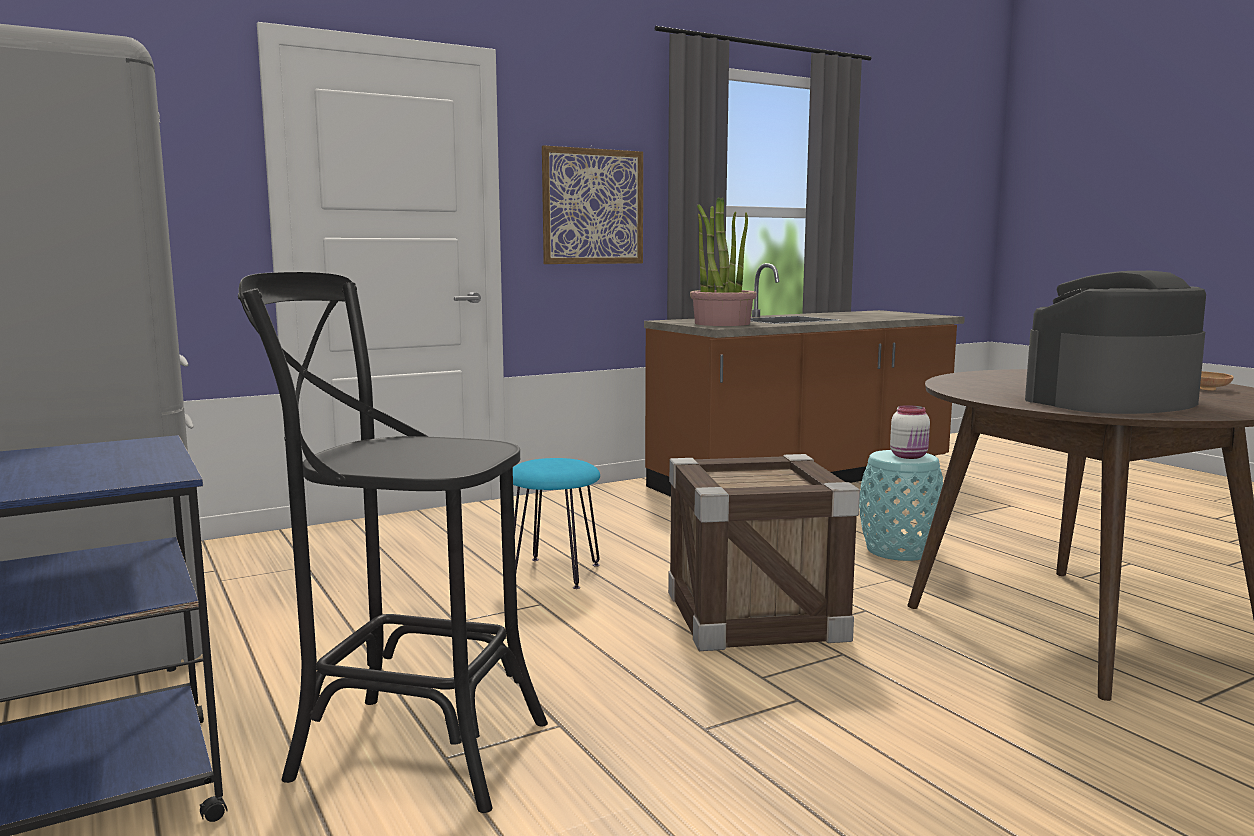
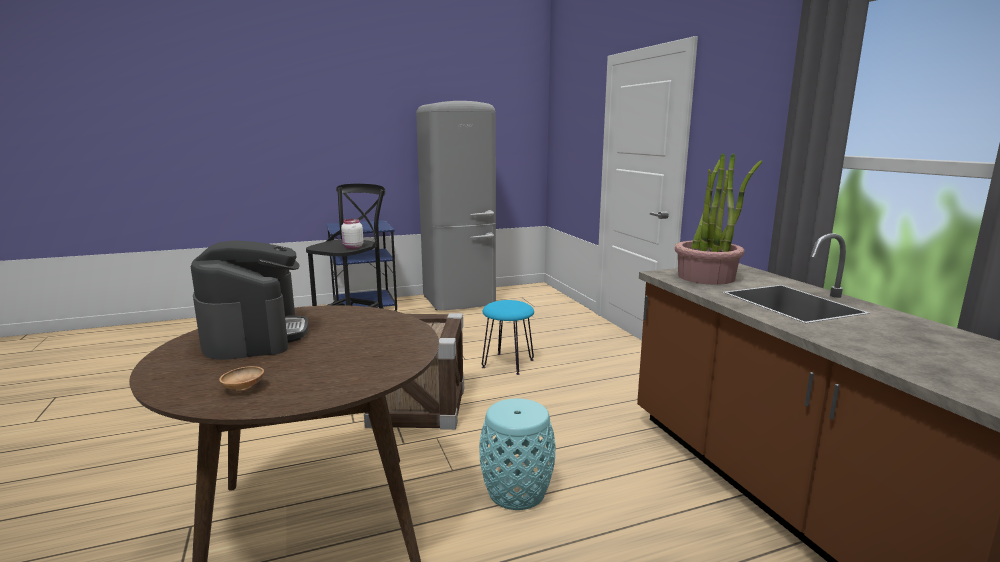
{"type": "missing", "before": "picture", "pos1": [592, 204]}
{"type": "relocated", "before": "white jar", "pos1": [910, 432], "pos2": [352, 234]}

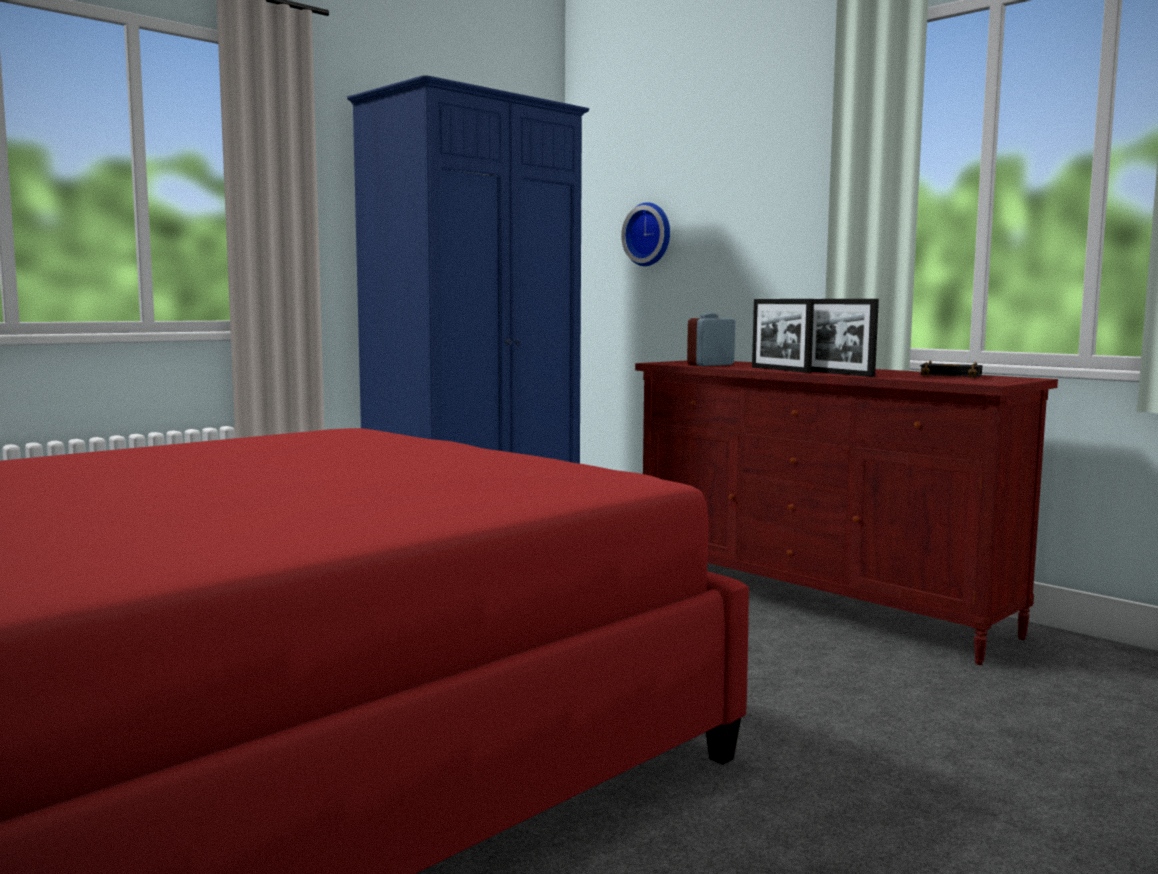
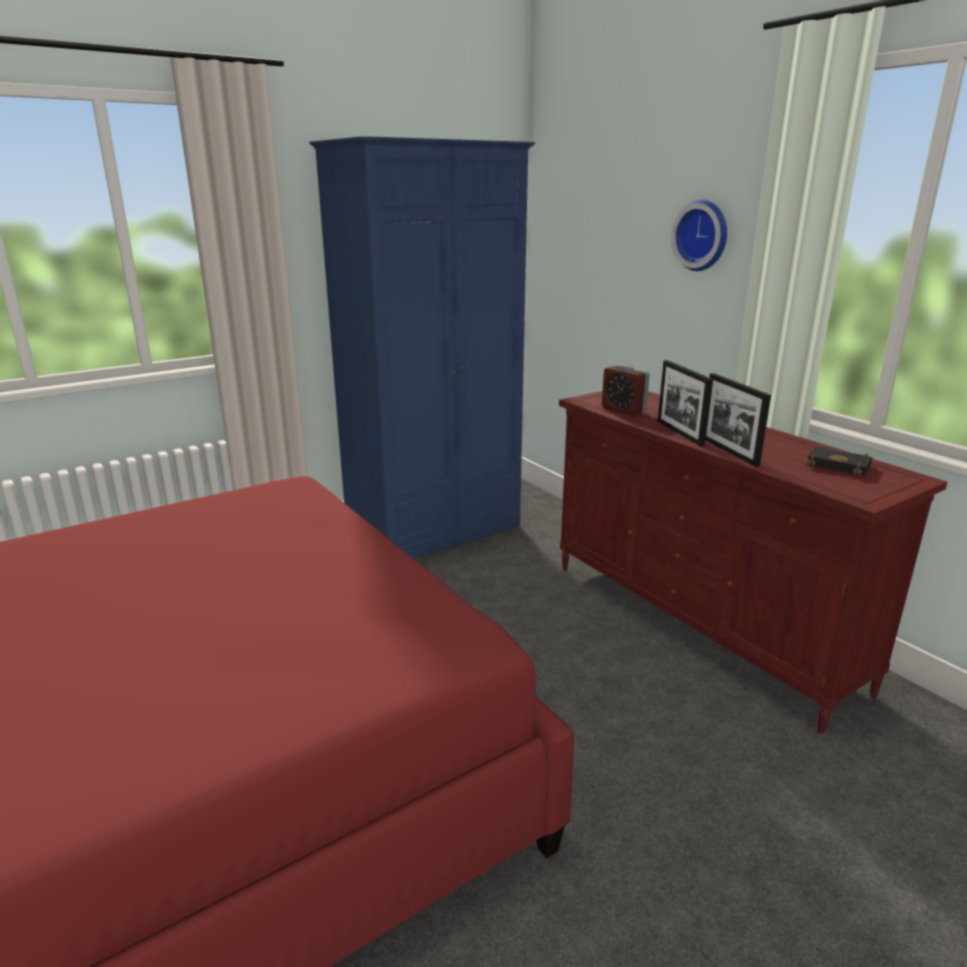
{"type": "relocated", "before": "wall clock", "pos1": [645, 234], "pos2": [699, 235]}
{"type": "spun", "before": "alarm clock", "pos1": [711, 339], "pos2": [626, 390], "turn": -105}

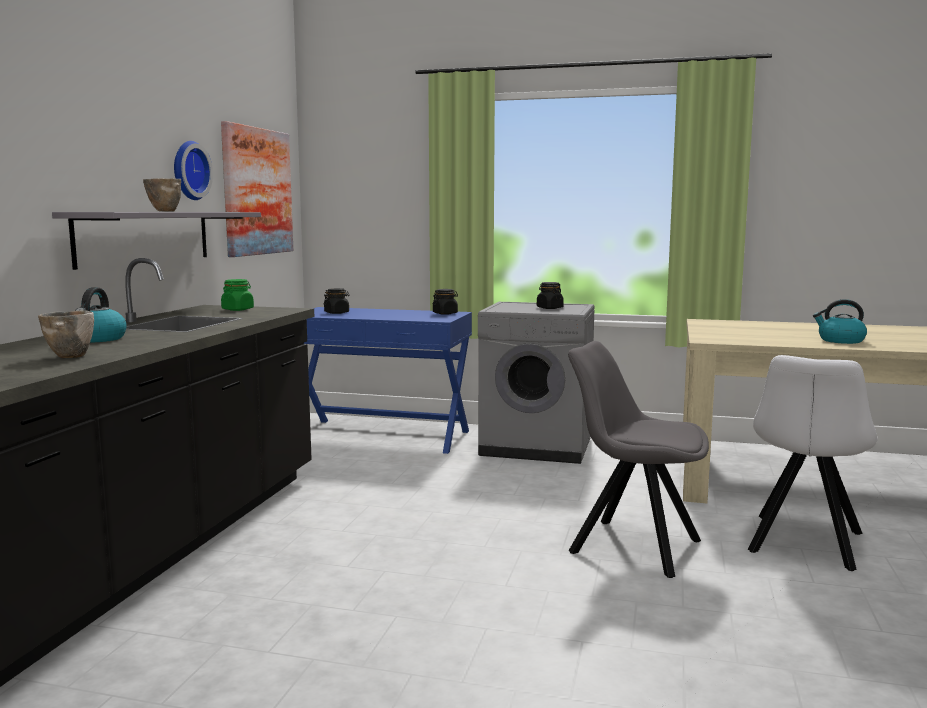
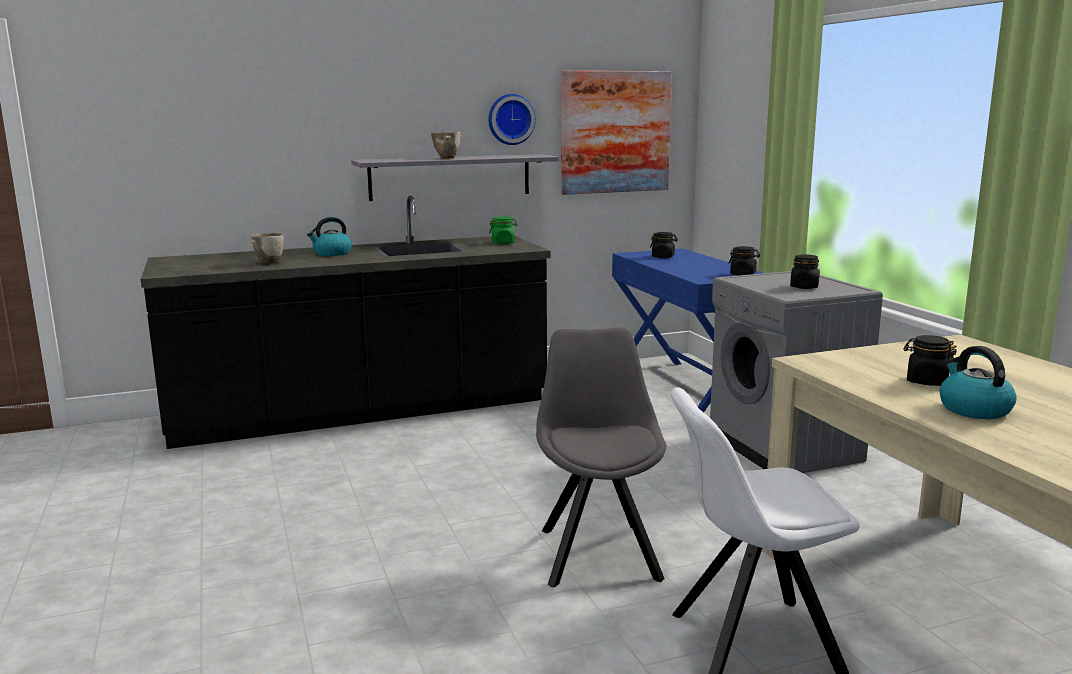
{"type": "appeared", "after": "black jar", "pos2": [930, 360]}

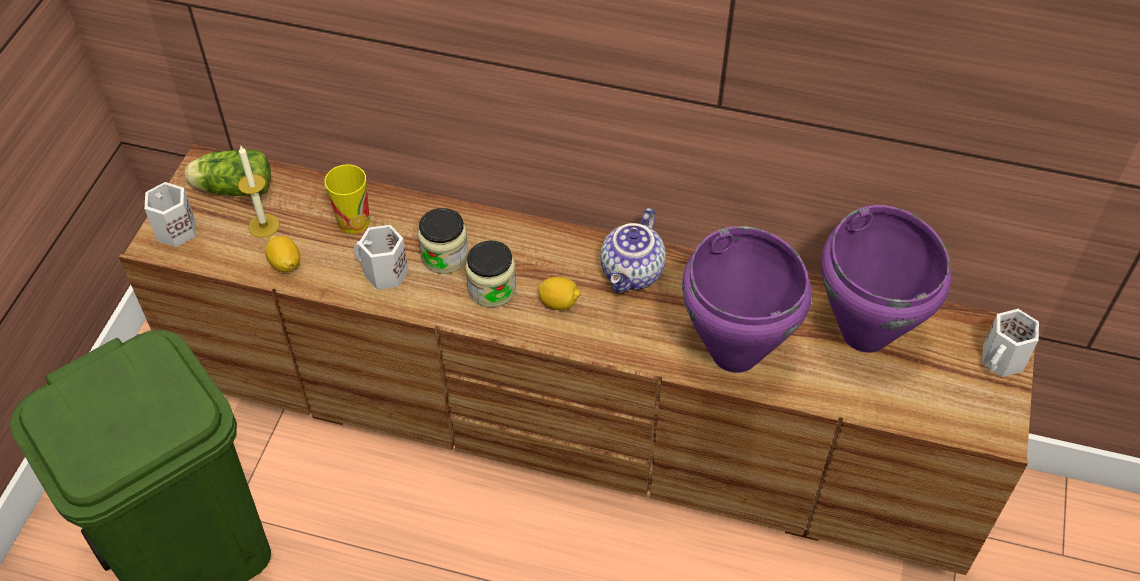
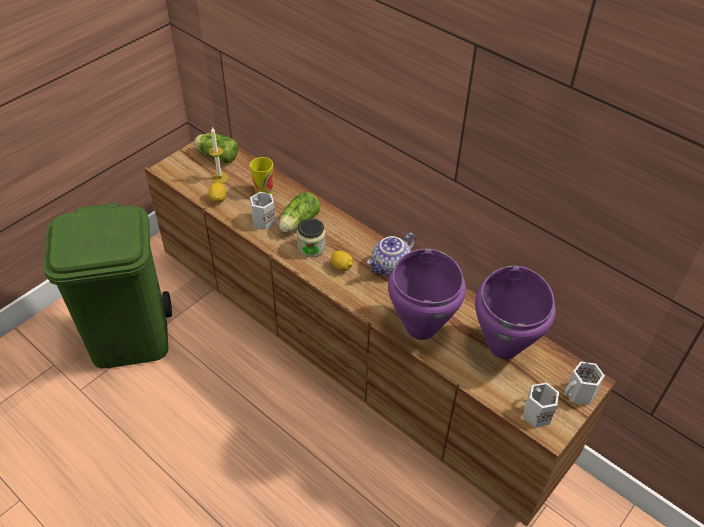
{"type": "relocated", "before": "white mug", "pos1": [170, 214], "pos2": [541, 404]}
{"type": "exchanged", "before": "jar", "after": "lettuce", "pos1": [443, 241], "pos2": [299, 212]}

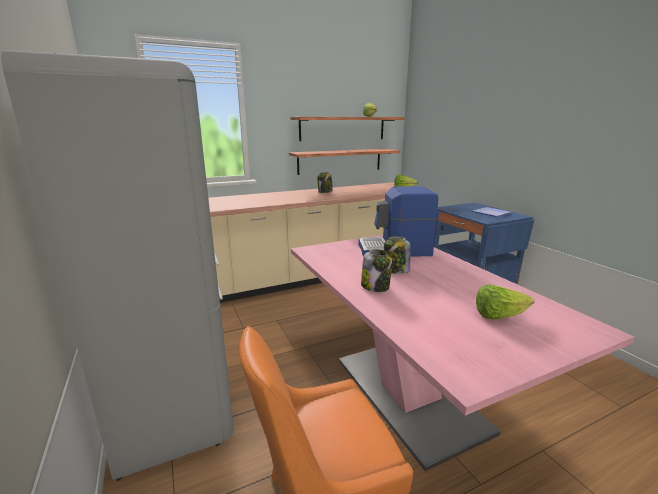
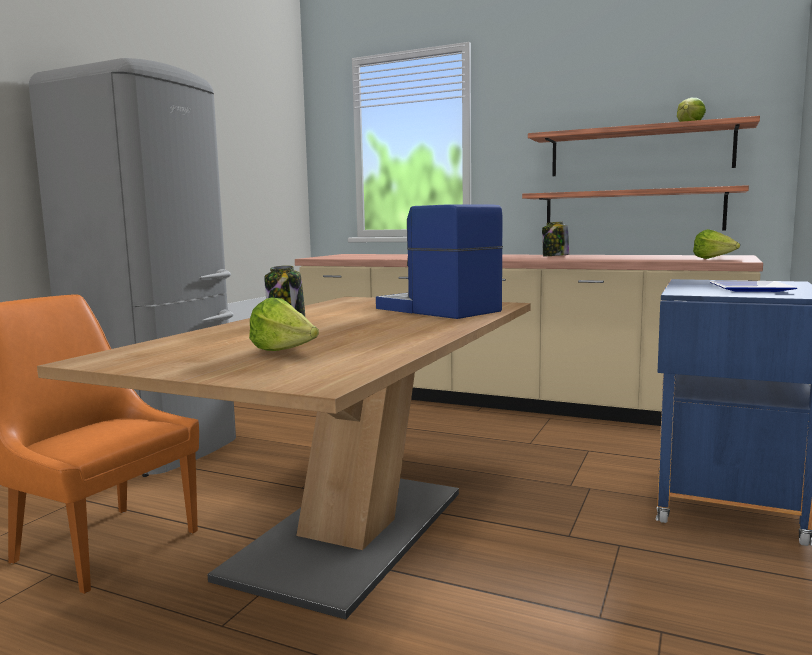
{"type": "missing", "before": "jar", "pos1": [397, 255]}
{"type": "colour", "before": "pink dining table", "after": "brown dining table", "pos1": [463, 353], "pos2": [284, 458]}

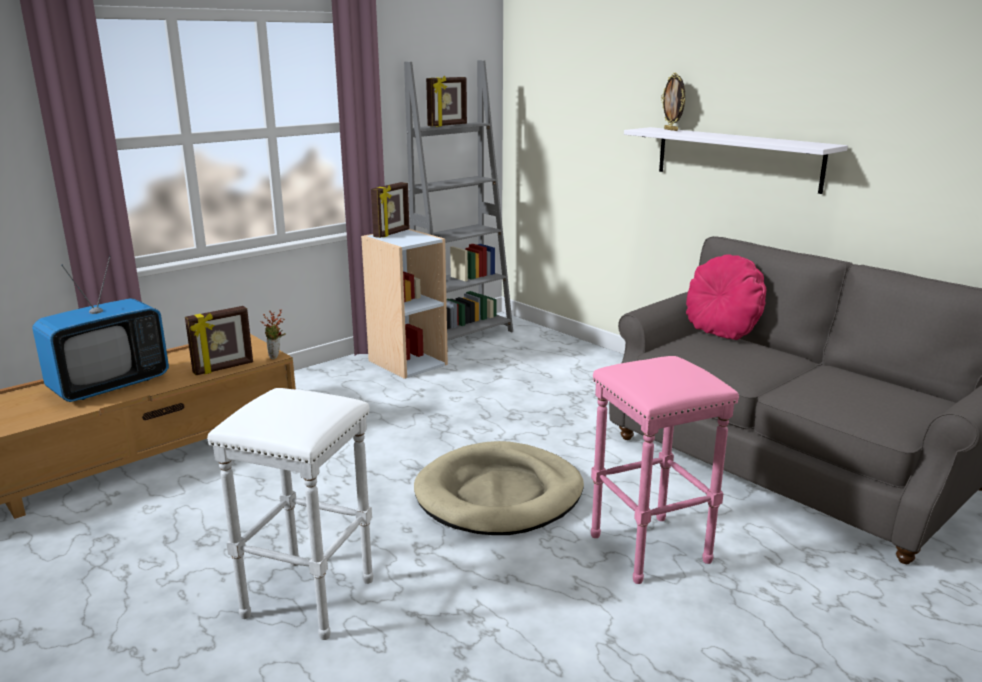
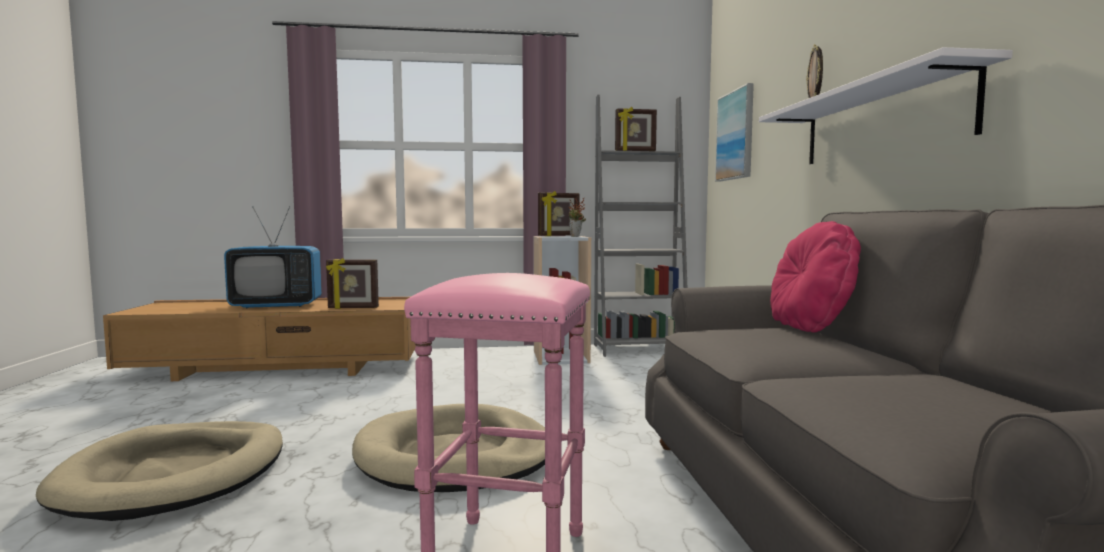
{"type": "appeared", "after": "picture", "pos2": [734, 132]}
{"type": "relocated", "before": "potted plant", "pos1": [273, 334], "pos2": [577, 217]}
{"type": "exchanged", "before": "white stool", "after": "beige dog bed", "pos1": [290, 514], "pos2": [159, 471]}

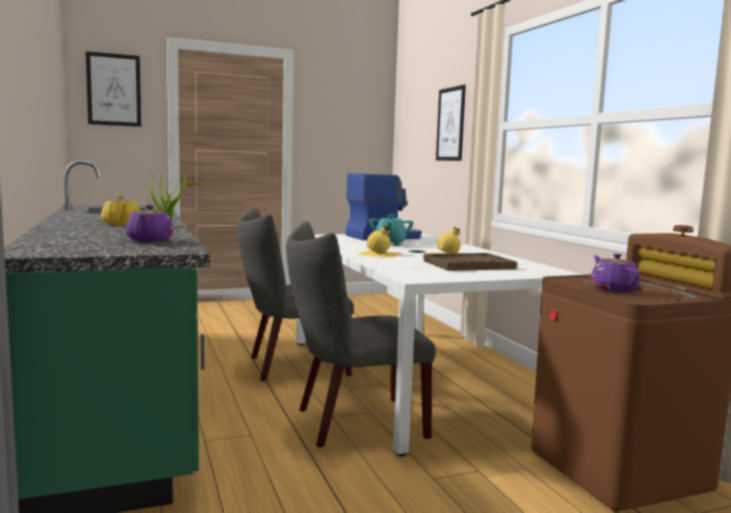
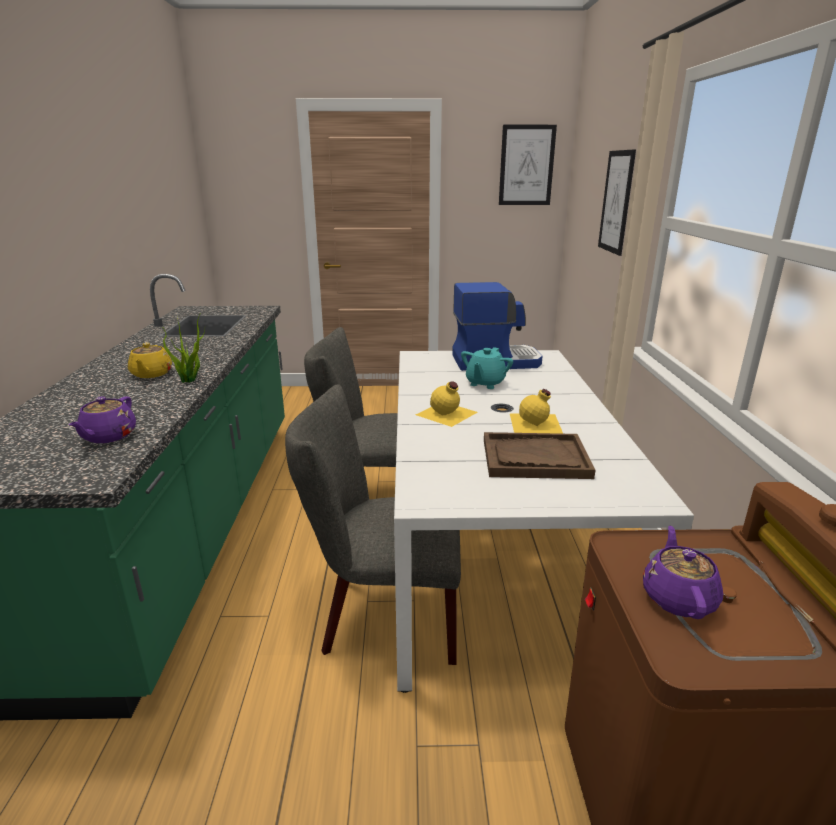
{"type": "relocated", "before": "picture", "pos1": [113, 89], "pos2": [528, 165]}

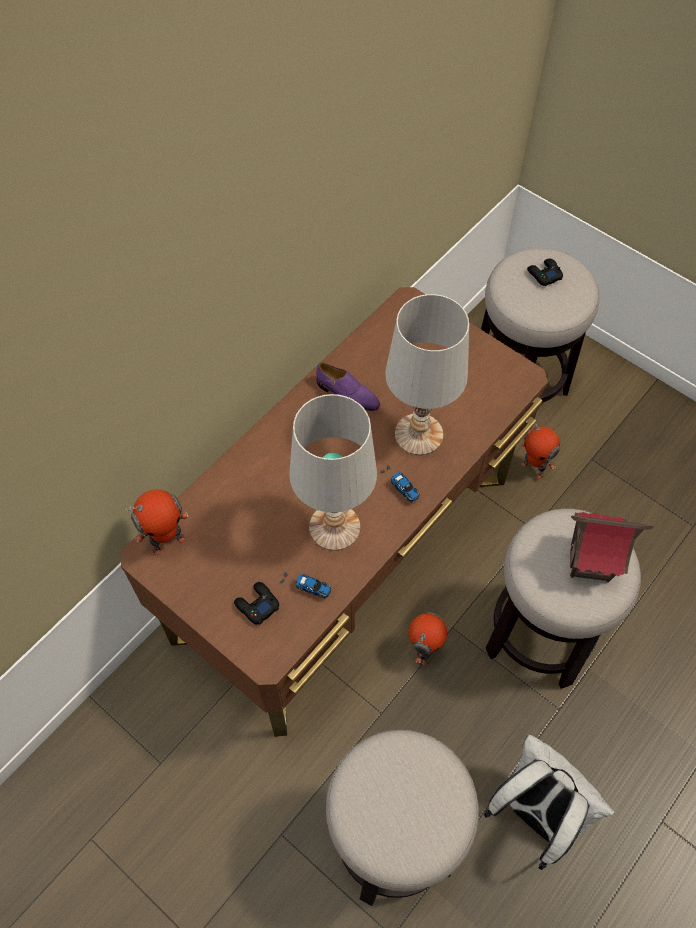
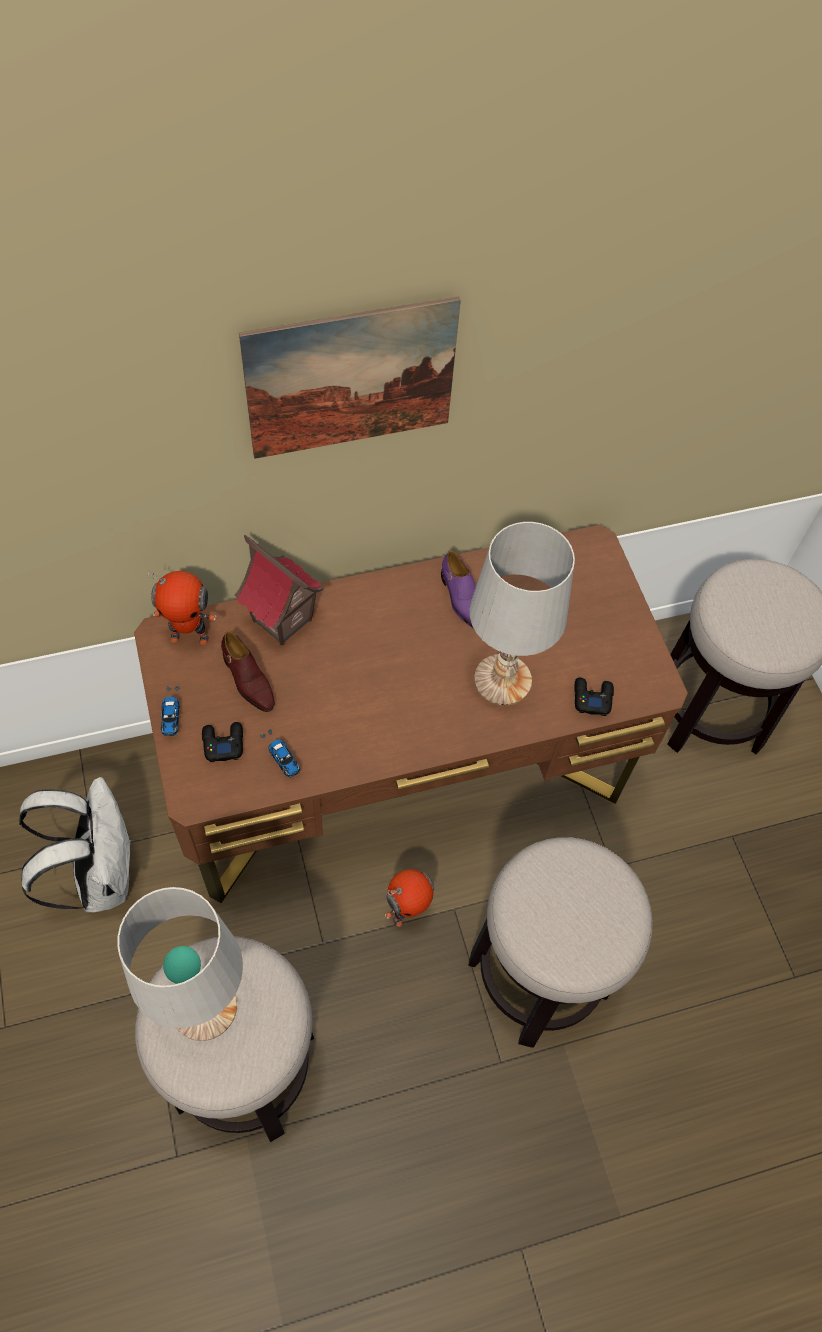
{"type": "missing", "before": "toy robot", "pos1": [540, 448]}
{"type": "appeared", "after": "brown shoe", "pos2": [248, 671]}
{"type": "appeared", "after": "picture", "pos2": [350, 377]}
{"type": "relocated", "before": "white table lamp", "pos1": [333, 472], "pos2": [180, 964]}
{"type": "relocated", "before": "toy car", "pos1": [400, 483], "pos2": [169, 711]}
{"type": "relocated", "before": "white backpack", "pos1": [549, 802], "pos2": [75, 844]}
{"type": "relocated", "before": "black game controller", "pos1": [545, 272], "pos2": [594, 697]}
{"type": "relocated", "before": "toy house", "pos1": [612, 547], "pos2": [279, 590]}

